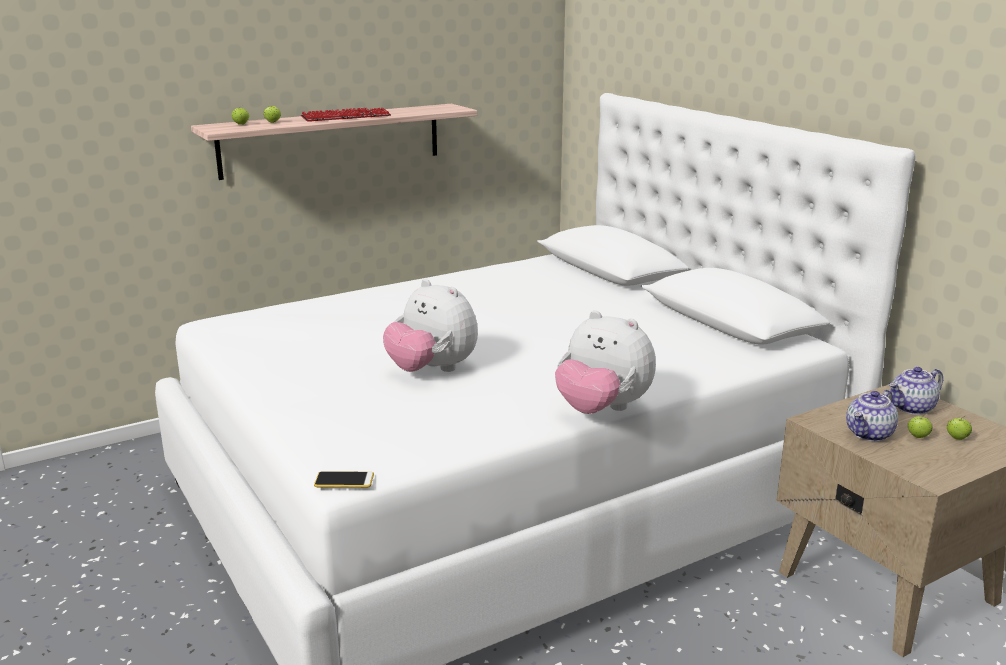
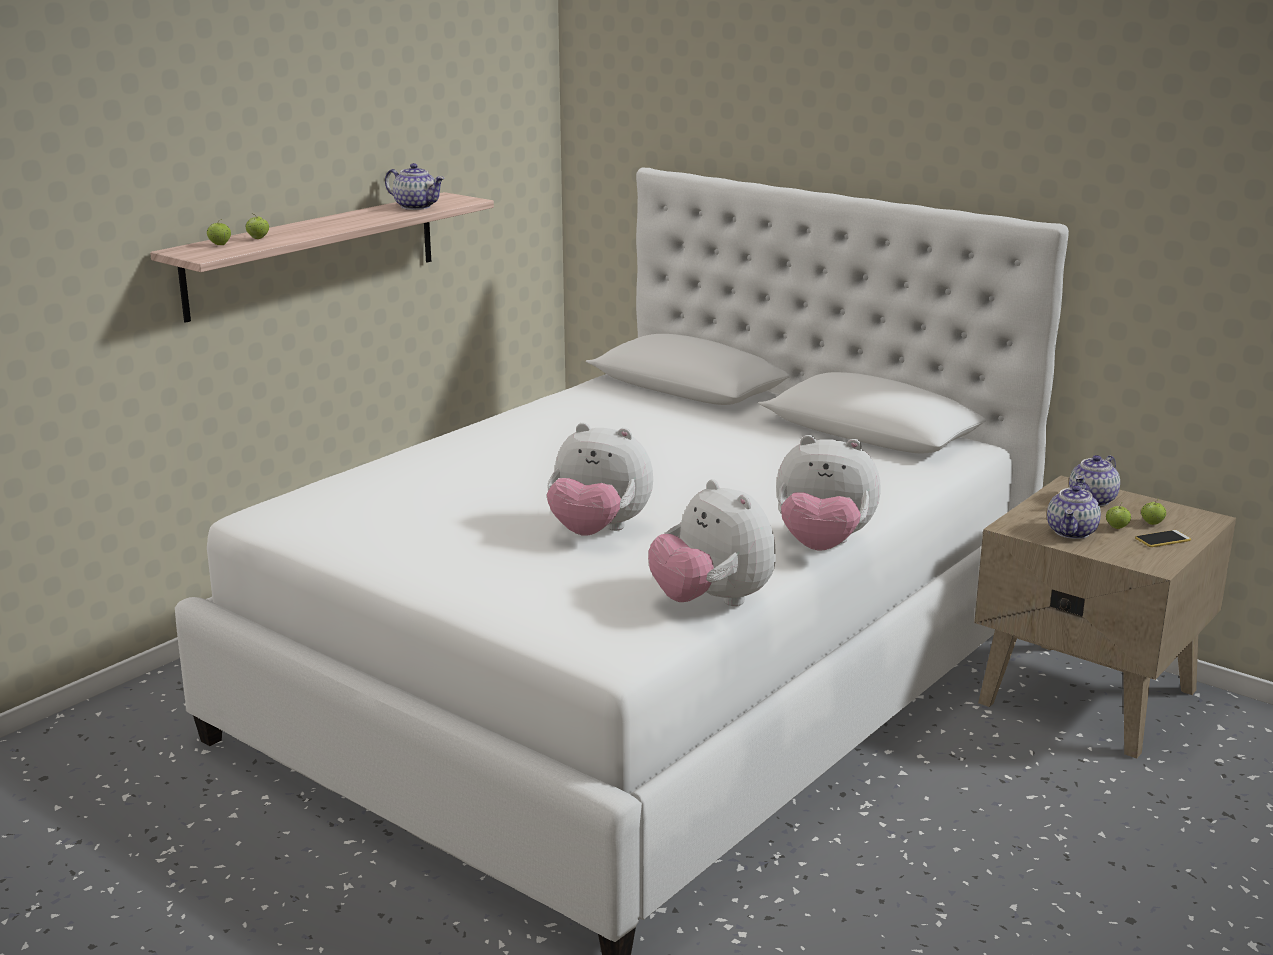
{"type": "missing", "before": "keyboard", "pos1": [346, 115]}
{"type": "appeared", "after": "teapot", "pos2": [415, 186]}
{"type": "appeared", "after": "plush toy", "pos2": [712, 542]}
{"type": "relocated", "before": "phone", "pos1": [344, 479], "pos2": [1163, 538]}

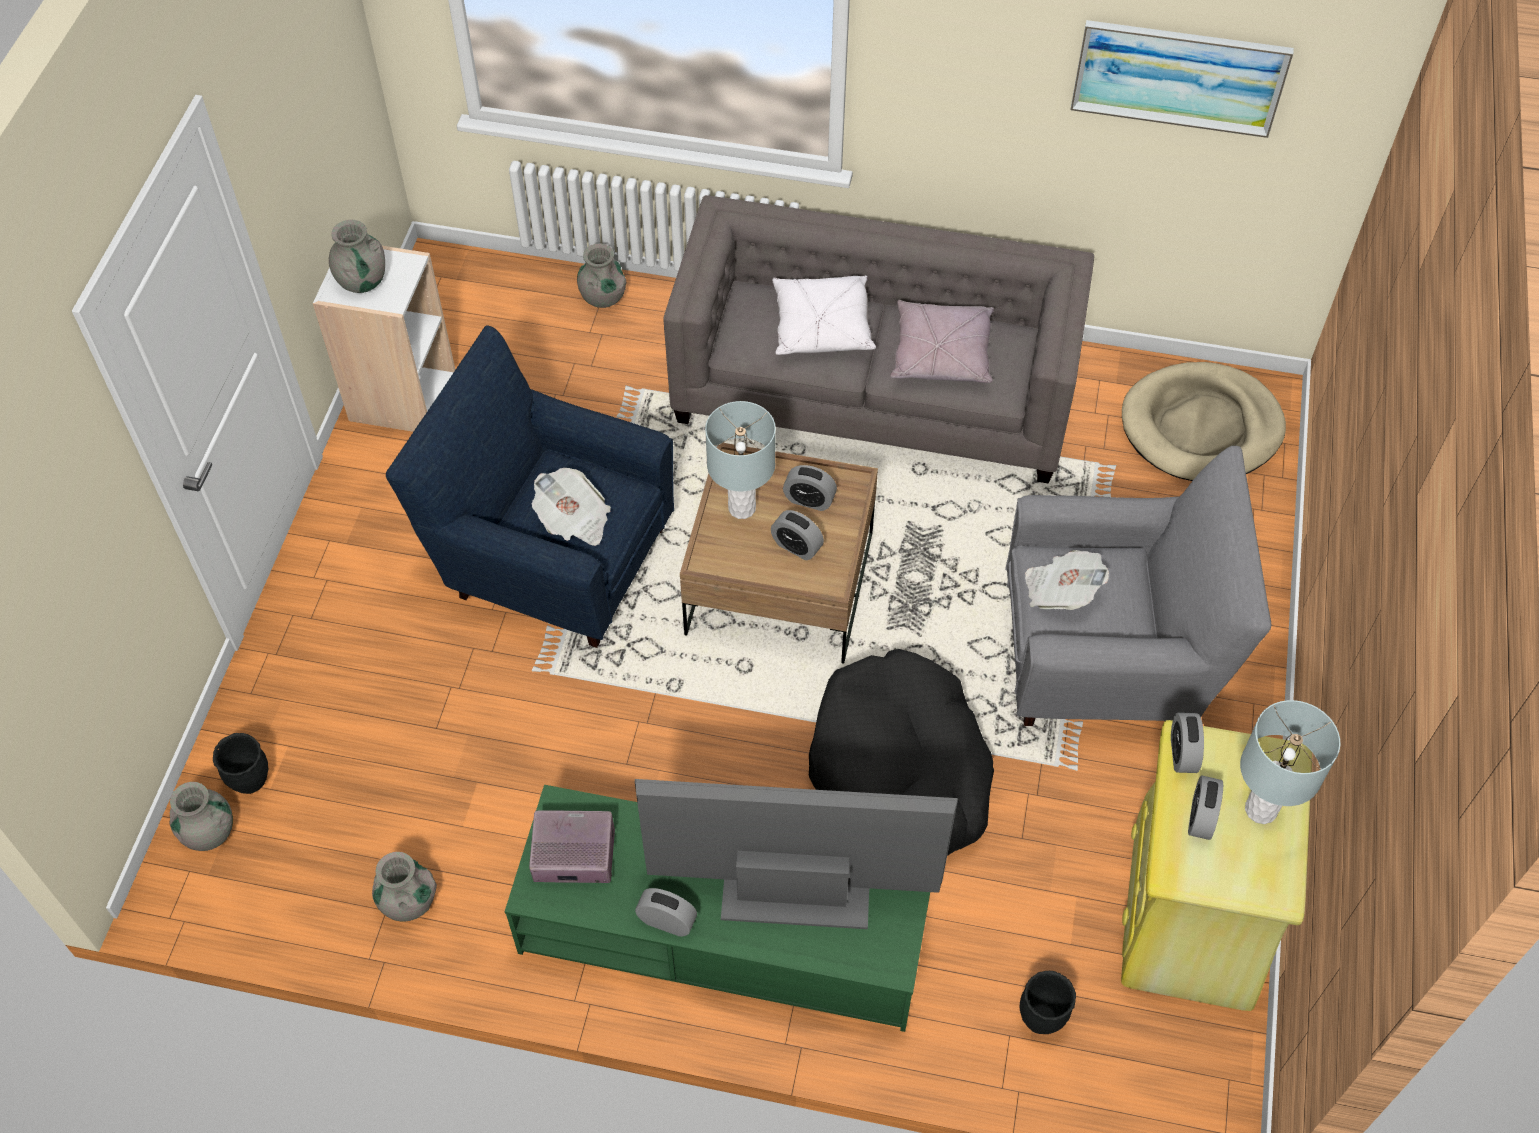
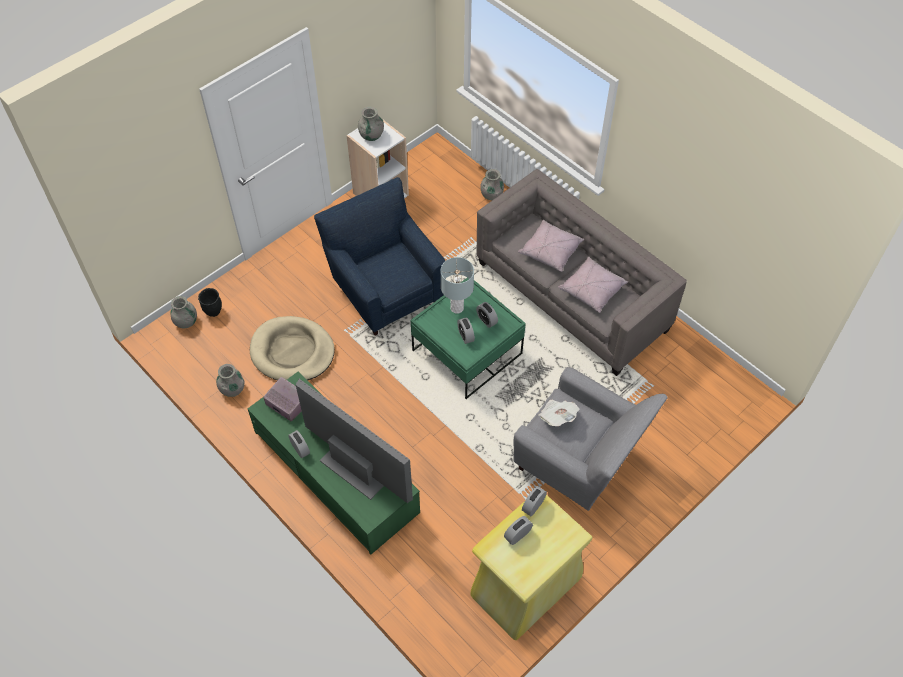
{"type": "missing", "before": "newspaper", "pos1": [571, 507]}
{"type": "missing", "before": "black dog bed", "pos1": [901, 752]}
{"type": "missing", "before": "black planter", "pos1": [1048, 1002]}
{"type": "missing", "before": "picture", "pos1": [1182, 79]}
{"type": "missing", "before": "grey table lamp", "pos1": [1290, 762]}
{"type": "relocated", "before": "beige dog bed", "pos1": [1204, 421], "pos2": [292, 348]}
{"type": "colour", "before": "brown coffee table", "after": "green coffee table", "pos1": [779, 553], "pos2": [468, 338]}
{"type": "colour", "before": "white pillow", "after": "purple pillow", "pos1": [824, 315], "pos2": [551, 245]}

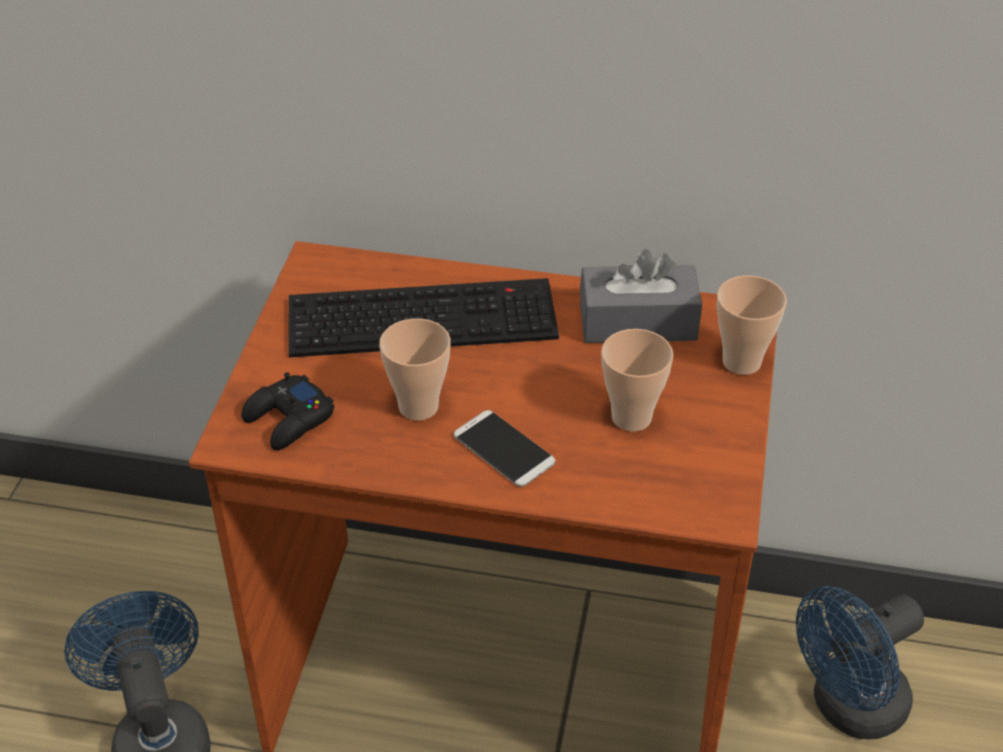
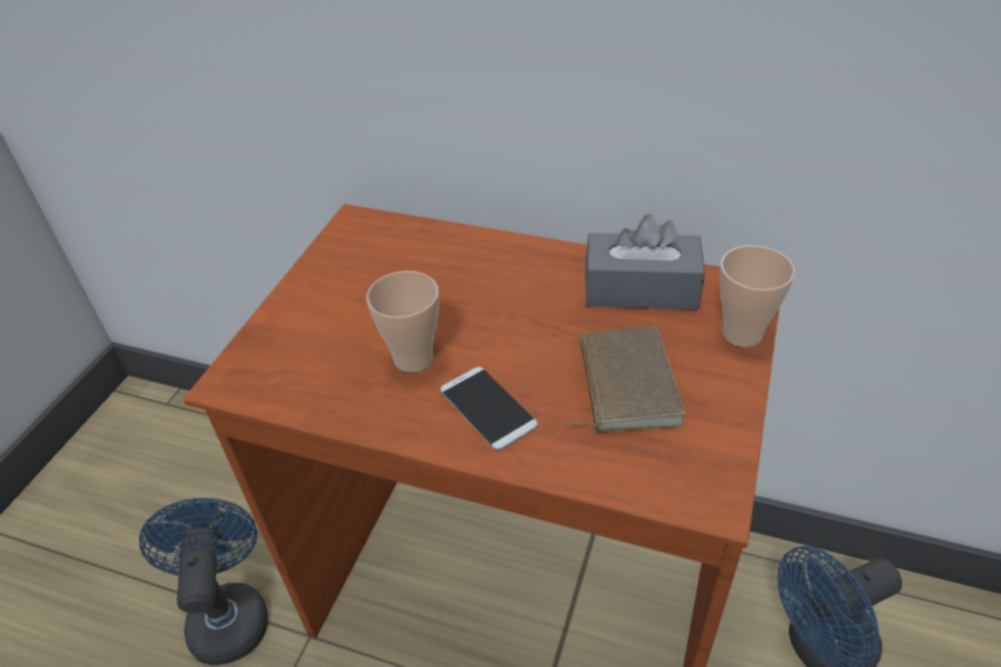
{"type": "missing", "before": "black game controller", "pos1": [287, 411]}
{"type": "missing", "before": "keyboard", "pos1": [424, 318]}
{"type": "exchanged", "before": "cup", "after": "brown book", "pos1": [637, 380], "pos2": [626, 379]}

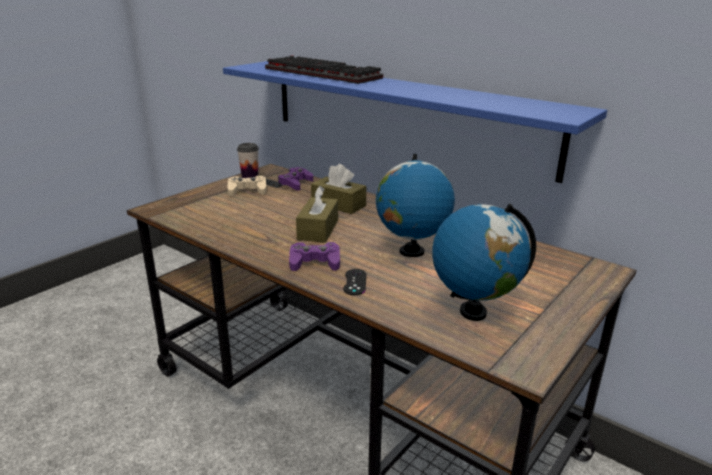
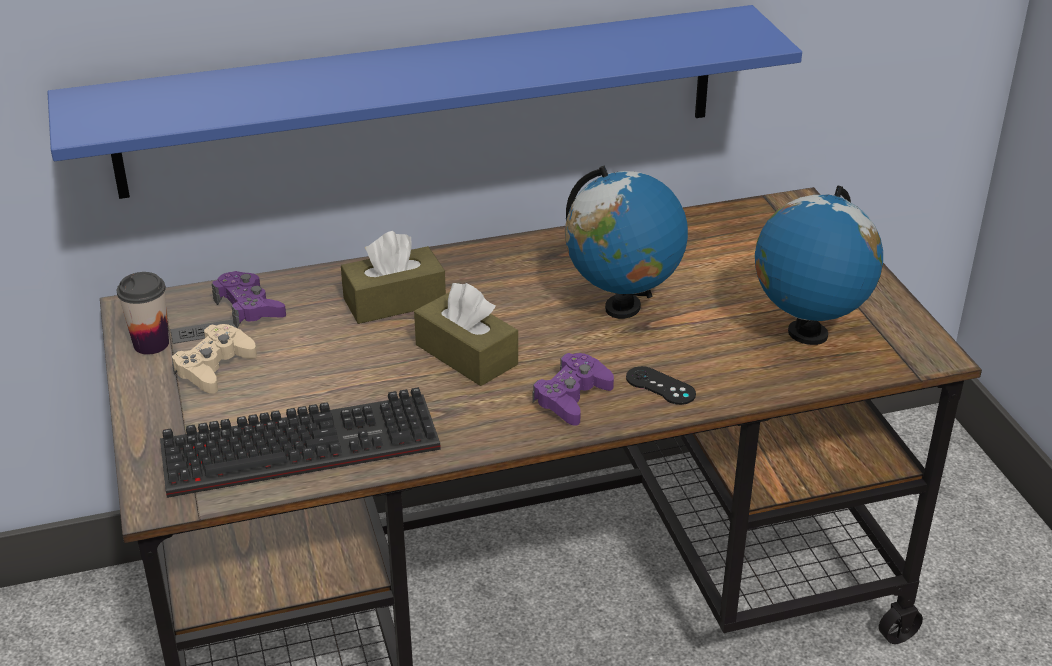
{"type": "relocated", "before": "keyboard", "pos1": [324, 70], "pos2": [300, 442]}

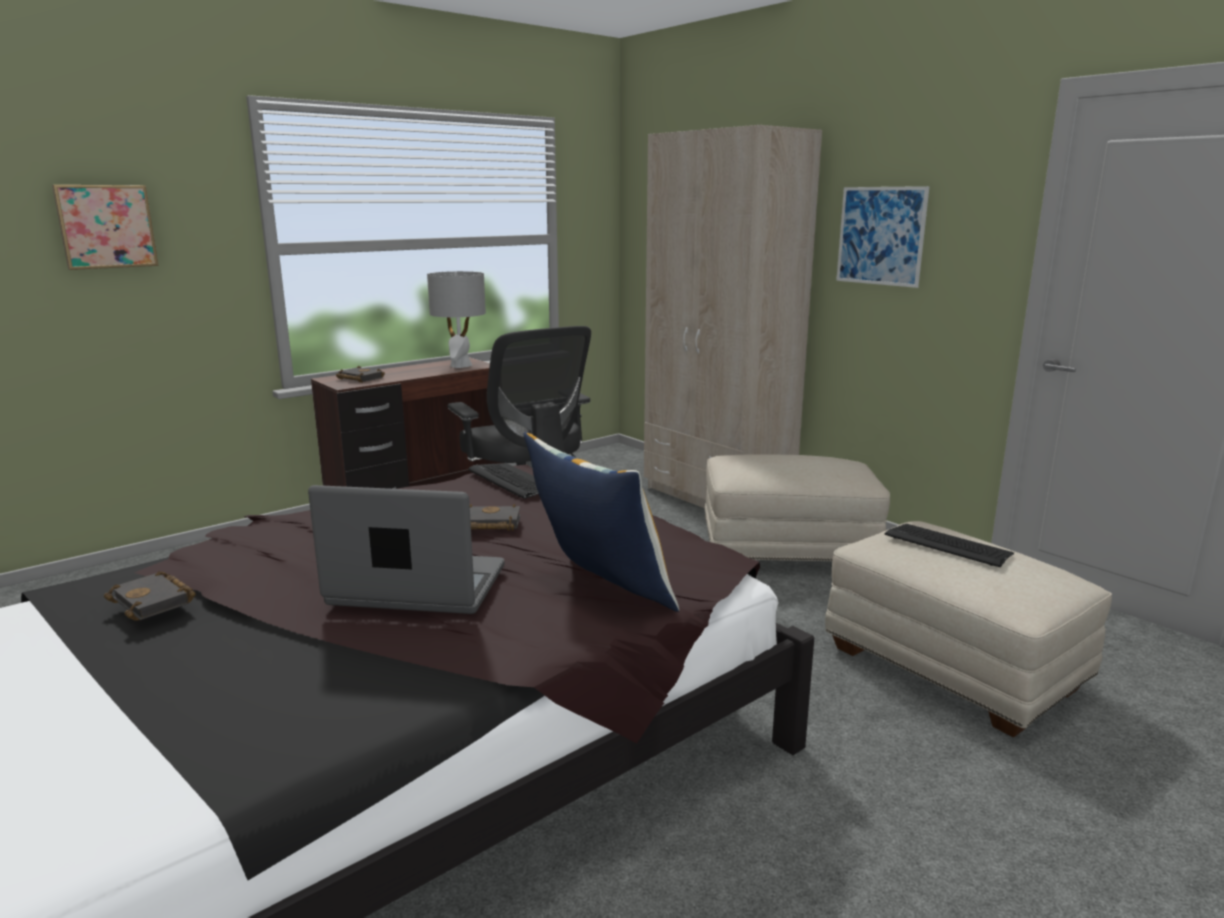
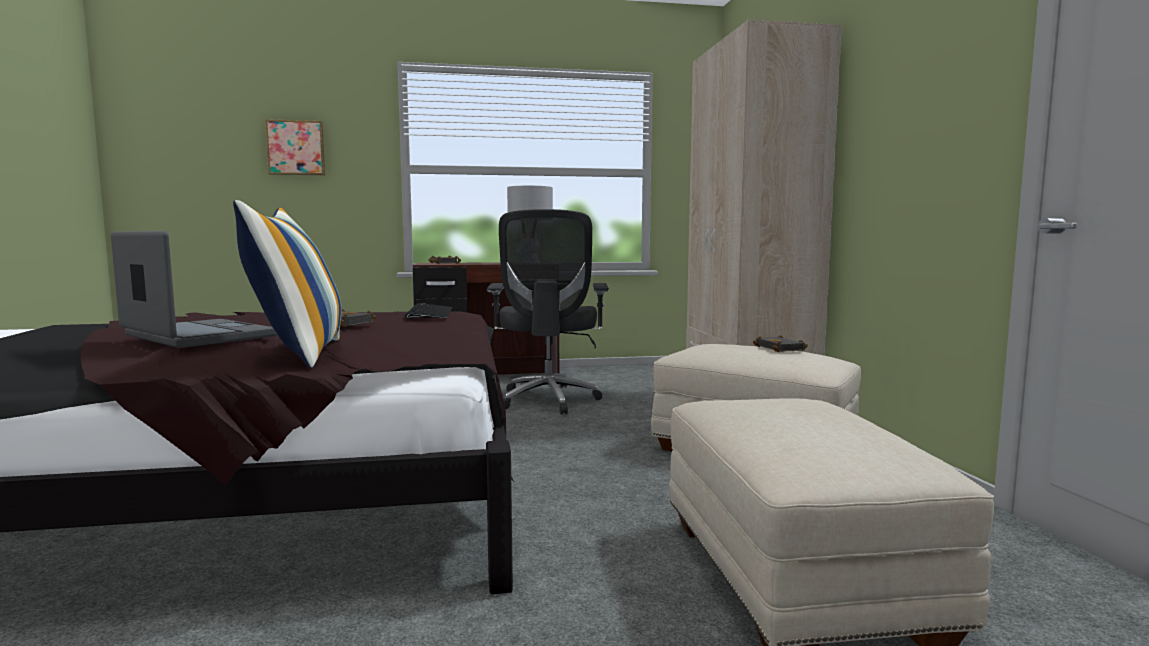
{"type": "missing", "before": "picture", "pos1": [883, 237]}
{"type": "missing", "before": "keyboard", "pos1": [949, 545]}
{"type": "relocated", "before": "black book", "pos1": [150, 596], "pos2": [780, 343]}

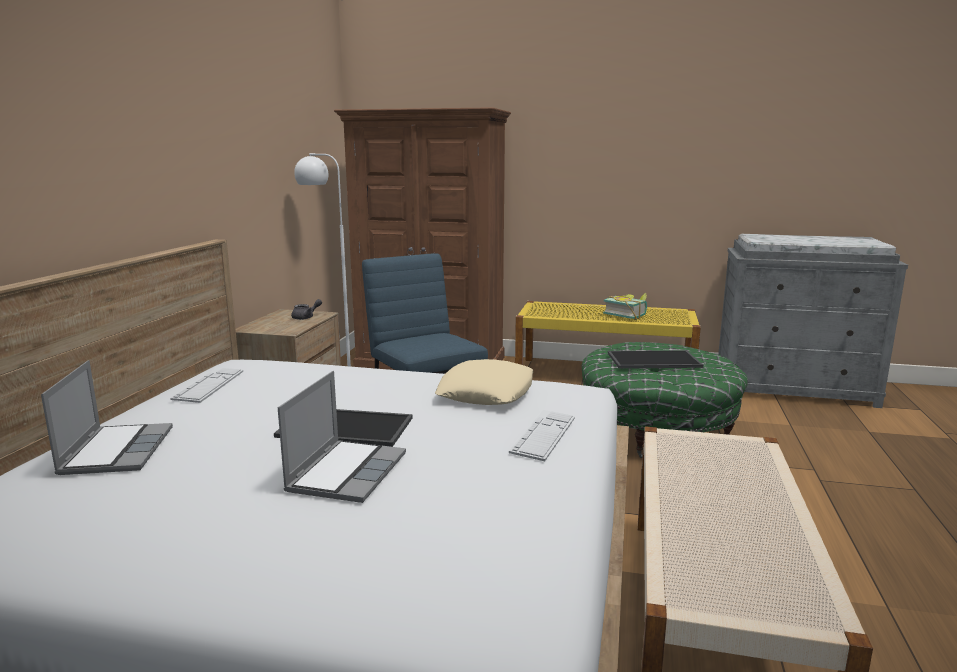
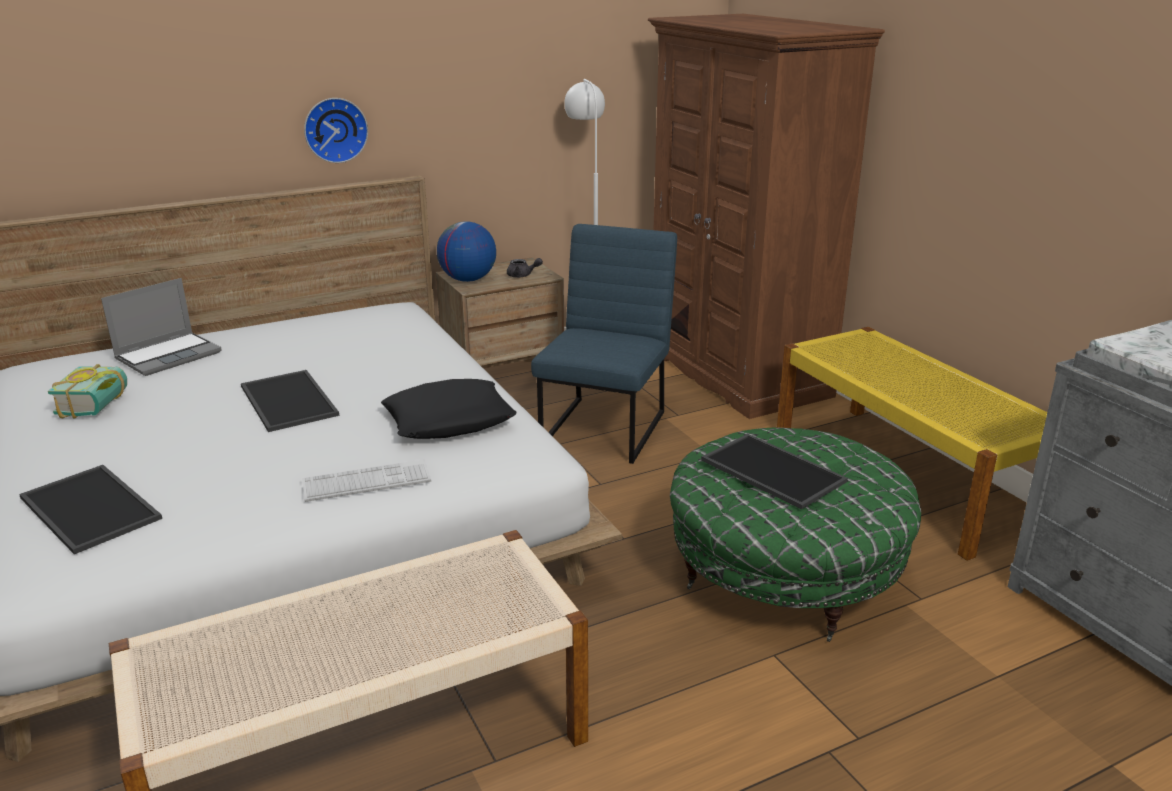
{"type": "missing", "before": "keyboard", "pos1": [206, 385]}
{"type": "missing", "before": "laptop", "pos1": [342, 437]}
{"type": "appeared", "after": "tray", "pos2": [90, 509]}
{"type": "appeared", "after": "wall clock", "pos2": [336, 130]}
{"type": "appeared", "after": "globe", "pos2": [466, 251]}
{"type": "relocated", "before": "book", "pos1": [625, 306], "pos2": [87, 391]}
{"type": "colour", "before": "beige pillow", "after": "black pillow", "pos1": [484, 382], "pos2": [448, 409]}

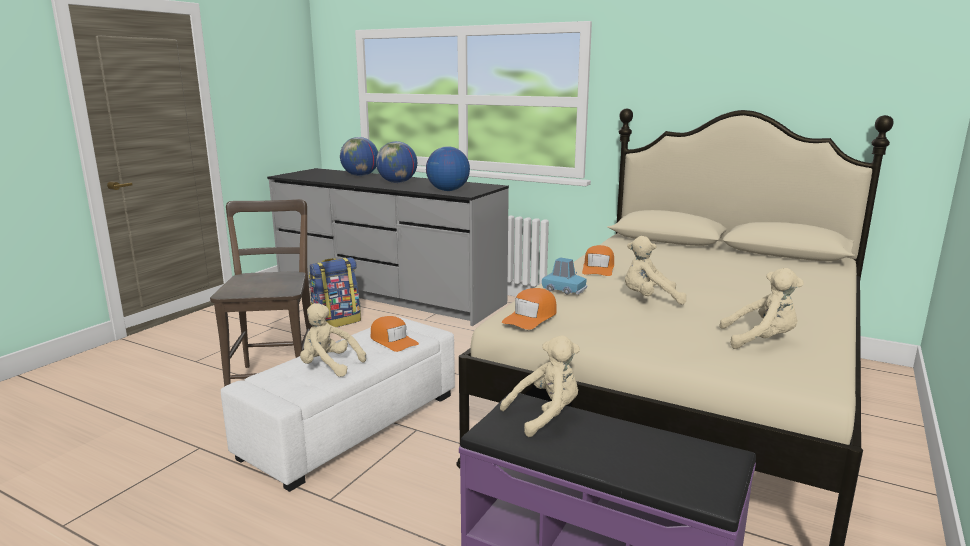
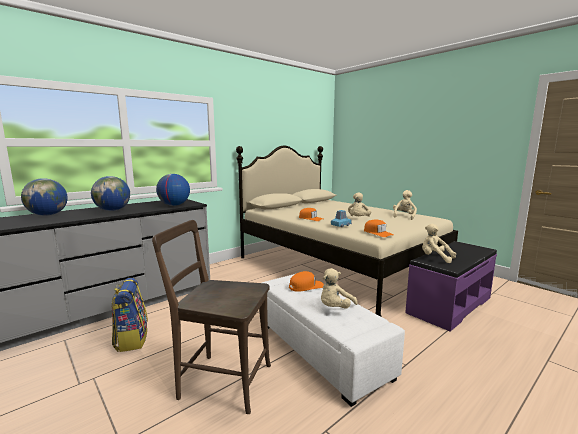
{"type": "spun", "before": "beige plush toy", "pos1": [540, 386], "pos2": [439, 243], "turn": -45}

